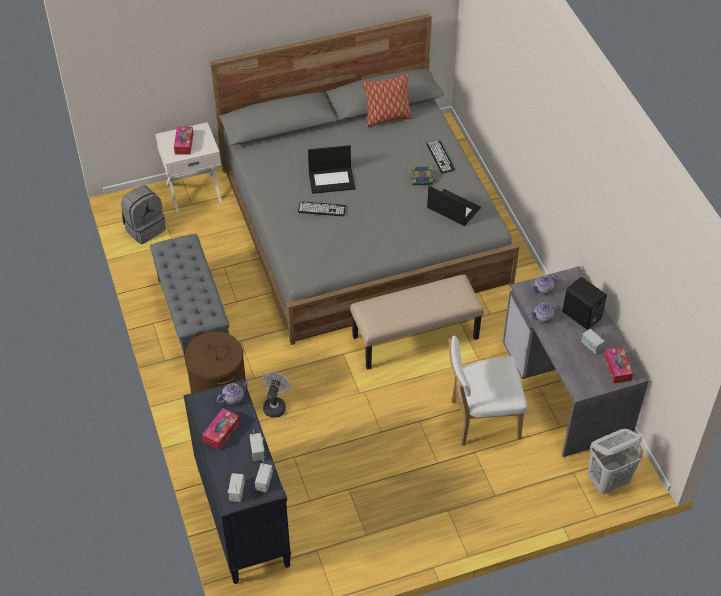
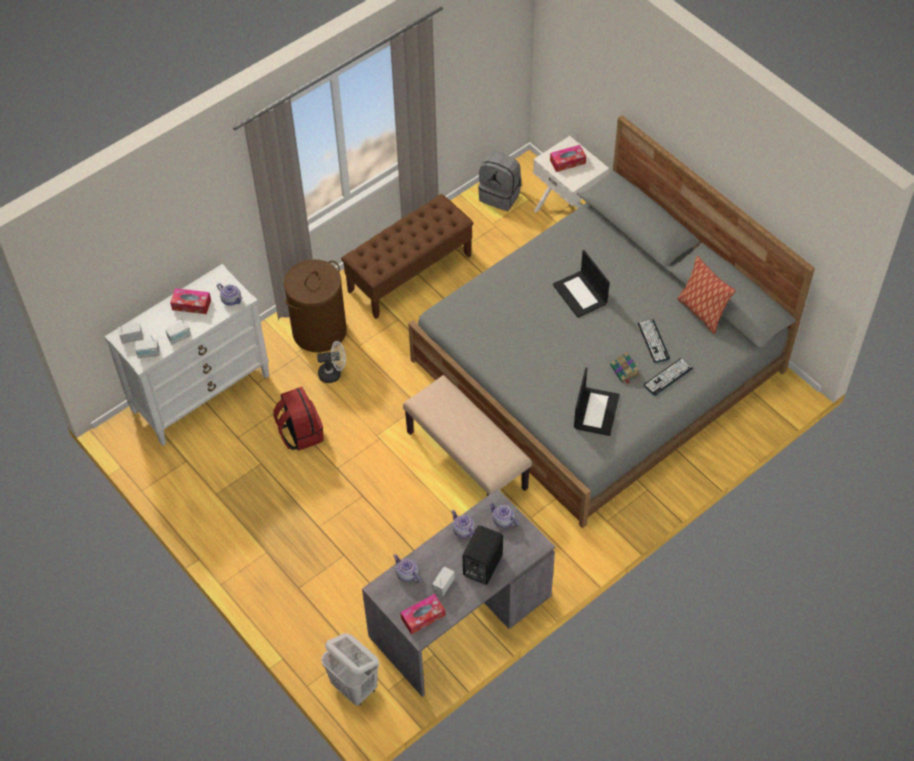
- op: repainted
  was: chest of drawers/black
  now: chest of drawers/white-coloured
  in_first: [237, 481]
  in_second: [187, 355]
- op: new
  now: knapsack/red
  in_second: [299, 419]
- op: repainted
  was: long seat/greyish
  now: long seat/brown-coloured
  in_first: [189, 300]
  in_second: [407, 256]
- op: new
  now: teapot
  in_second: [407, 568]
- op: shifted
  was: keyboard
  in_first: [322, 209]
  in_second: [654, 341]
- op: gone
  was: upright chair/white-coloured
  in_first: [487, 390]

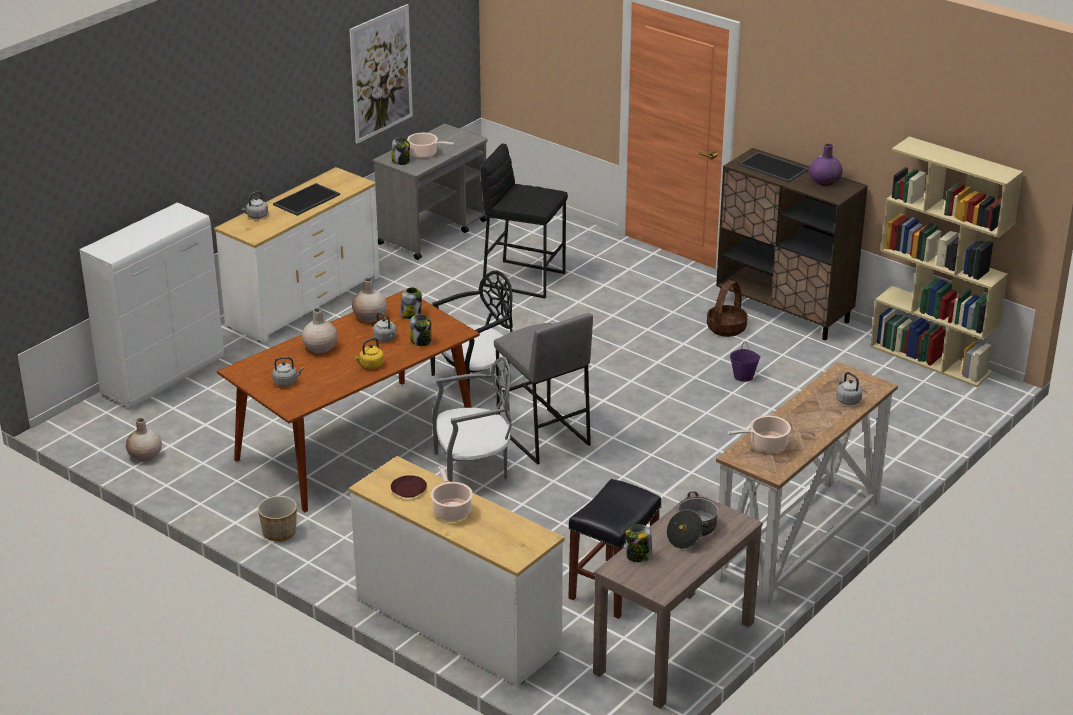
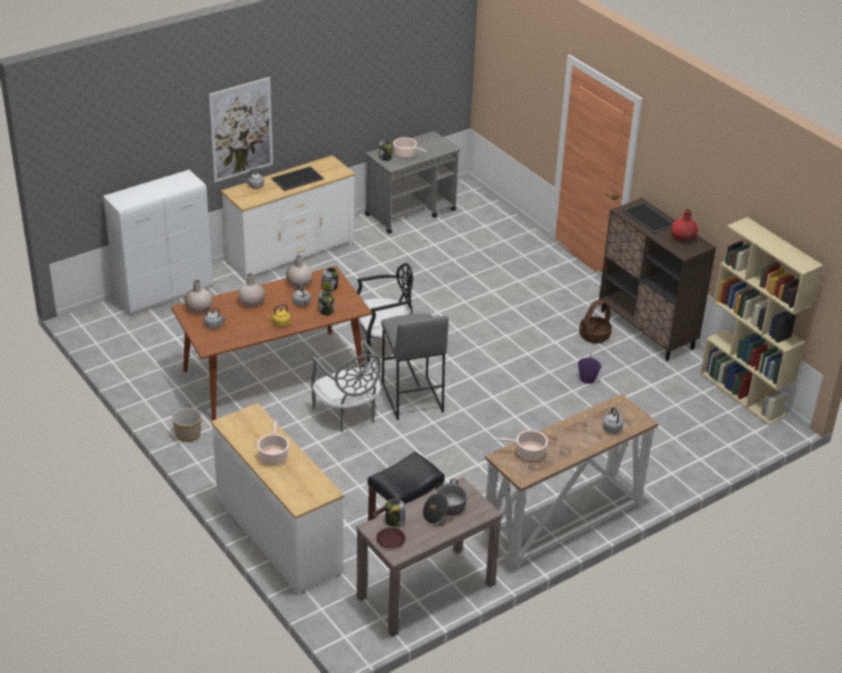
- op: shifted
  was: flower vase/beige-coloured
  in_first: [144, 440]
  in_second: [198, 296]
- op: shifted
  was: wall picture
  in_first: [381, 74]
  in_second: [241, 130]
- op: rotated
  was: upright chair/greyish
  in_first: [472, 419]
  in_second: [346, 387]
  clockwise: 60
- op: shifted
  was: flat dish/brown-coloured
  in_first: [409, 486]
  in_second: [390, 538]
- op: repainted
  was: flower vase/purplish
  now: flower vase/red
  in_first: [826, 165]
  in_second: [684, 225]
- op: gone
  was: stool/black
  in_first: [524, 221]

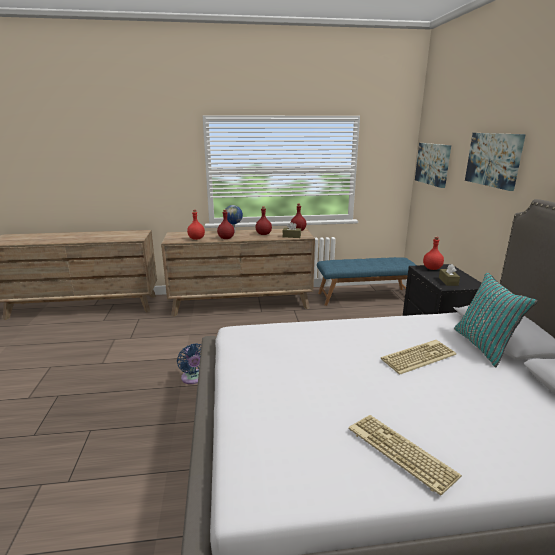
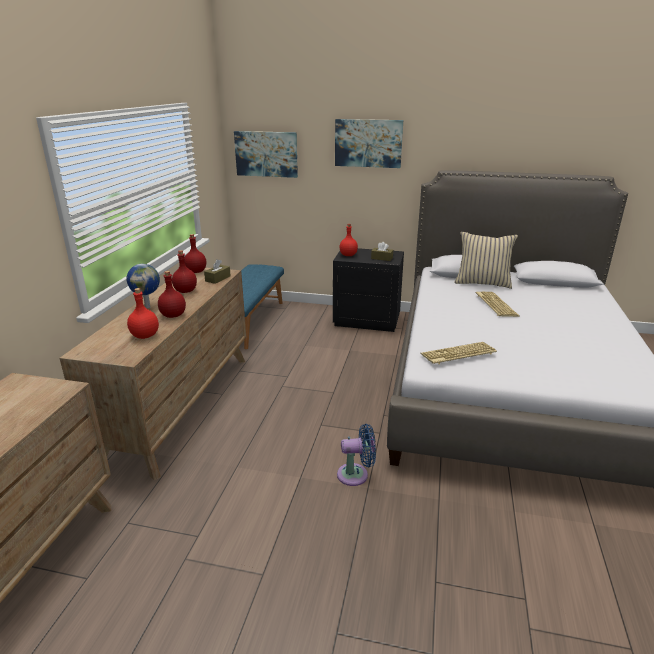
- op: shifted
  was: keyboard
  in_first: [405, 455]
  in_second: [458, 353]
- op: repainted
  was: pillow/blue-green
  now: pillow/beige-coloured
  in_first: [496, 319]
  in_second: [486, 260]

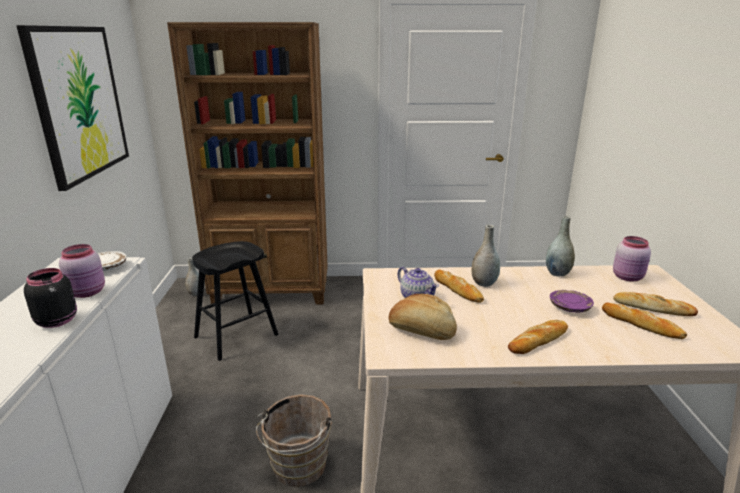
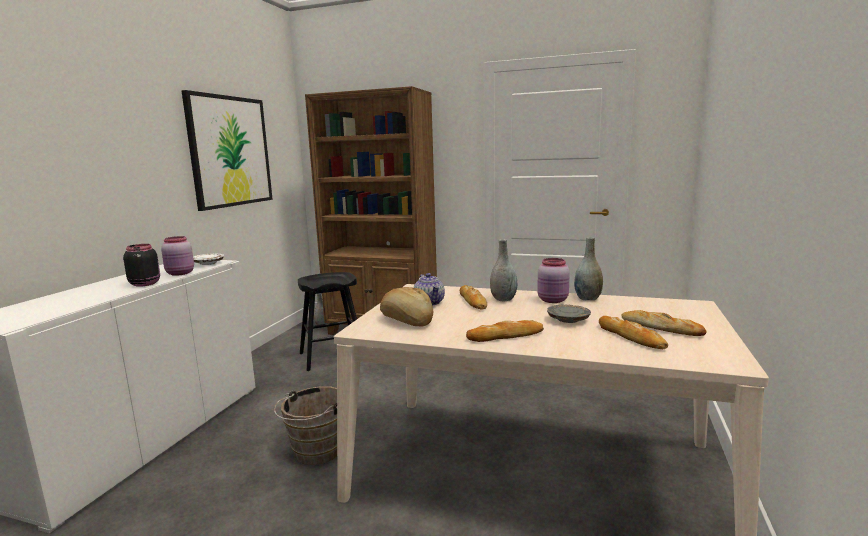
- op: shifted
  was: jar/pink
  in_first: [632, 259]
  in_second: [553, 280]
- op: repainted
  was: flat dish/purplish
  now: flat dish/greyish
  in_first: [572, 301]
  in_second: [569, 314]

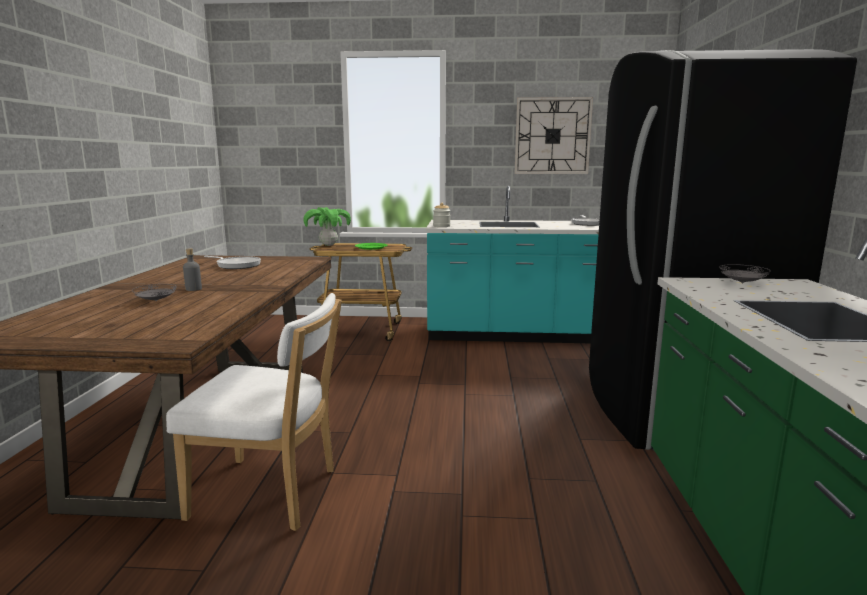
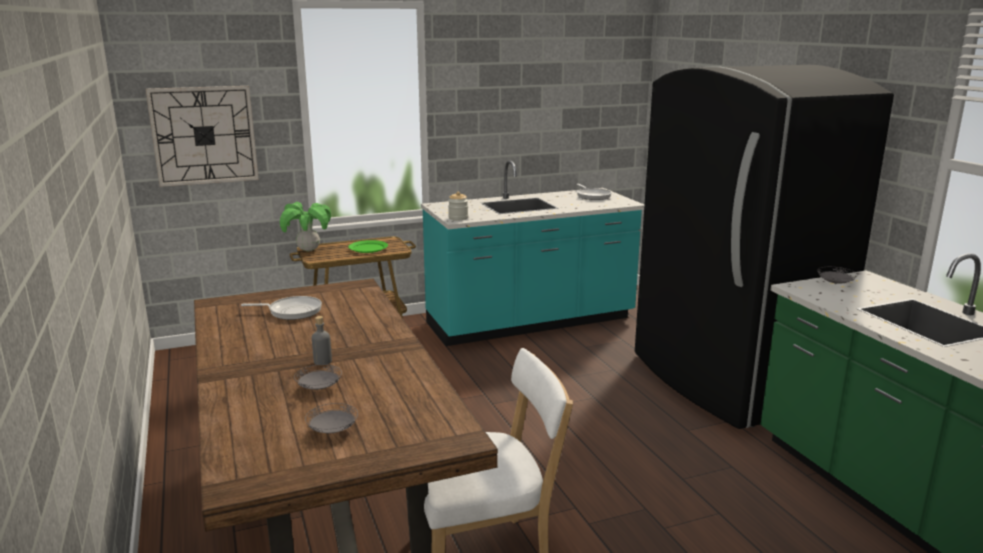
- op: shifted
  was: hanging clock
  in_first: [553, 135]
  in_second: [202, 136]
- op: new
  now: flat dish/greyish
  in_second: [331, 418]

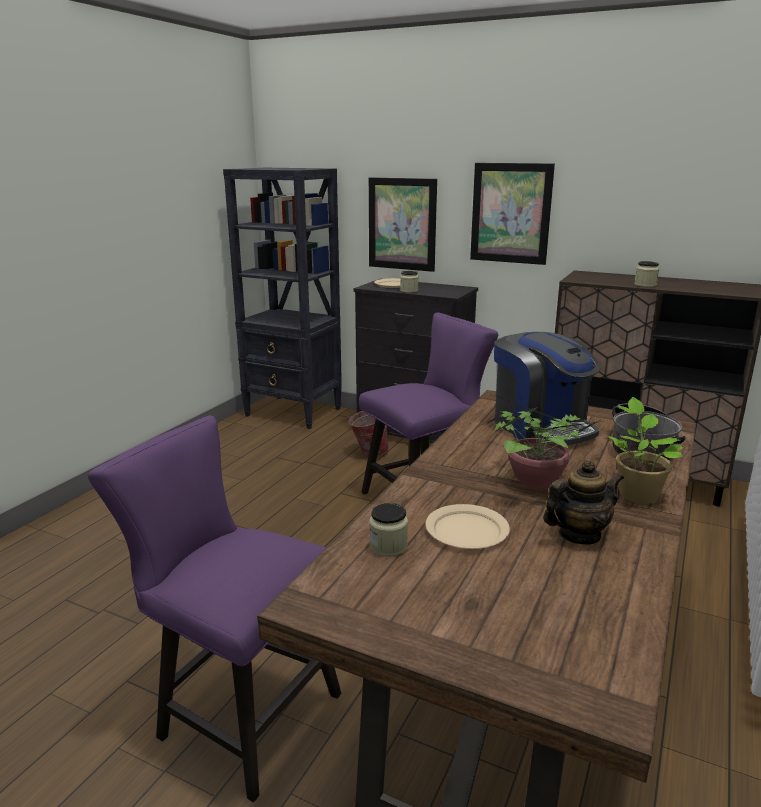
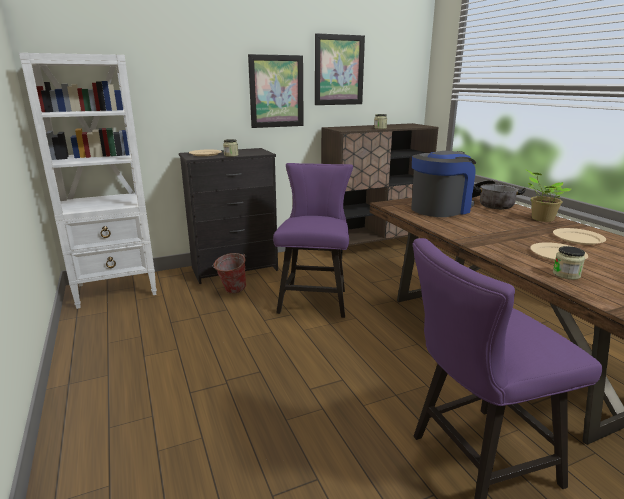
- op: repainted
  was: shelving unit/black
  now: shelving unit/white-coloured
  in_first: [282, 298]
  in_second: [88, 181]
- op: shifted
  was: wall picture
  in_first: [403, 224]
  in_second: [340, 69]
- op: rotated
  was: coffee brewer
  in_first: [547, 389]
  in_second: [443, 184]
  clockwise: -45
- op: swapped
  was: teapot
  now: flat dish/beige-coloured
  in_first: [583, 502]
  in_second: [579, 236]
- op: gone
  was: houseplant
  in_first: [547, 441]

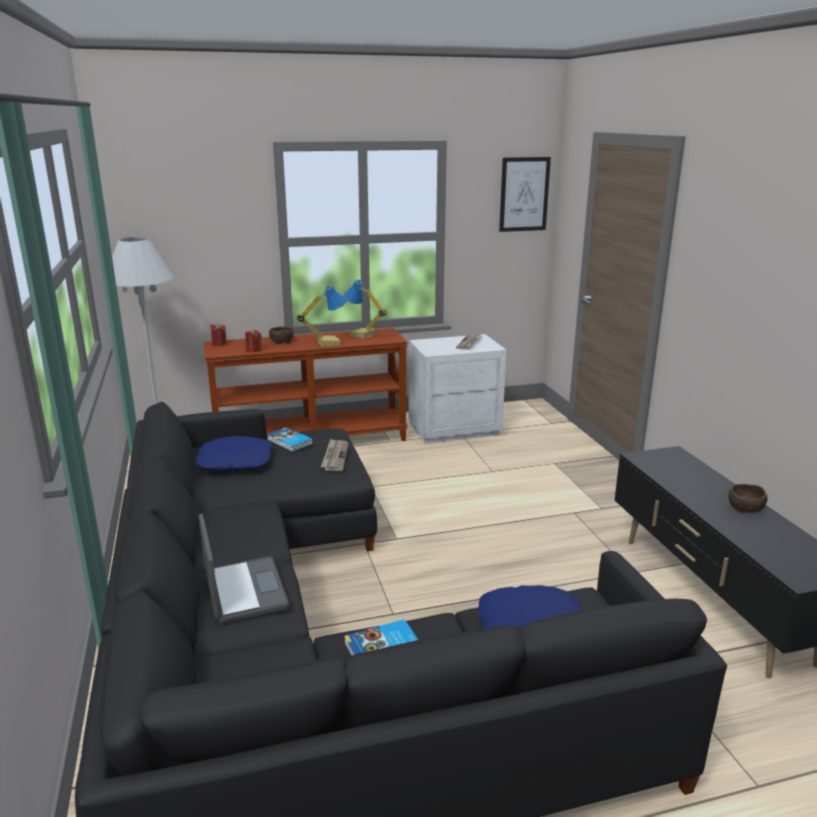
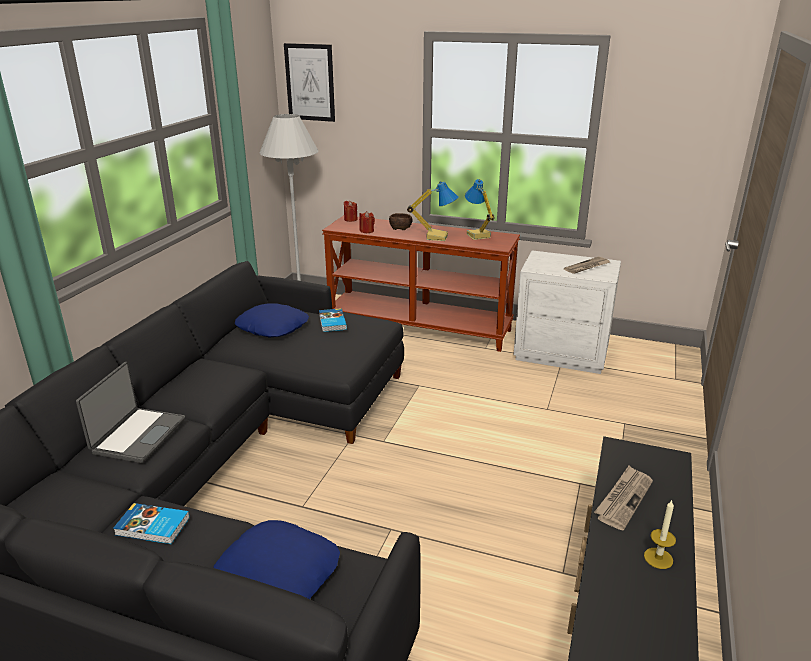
- op: shifted
  was: wall picture
  in_first: [525, 194]
  in_second: [309, 82]
- op: shifted
  was: printed paper
  in_first: [334, 455]
  in_second: [623, 498]
- op: swapped
  was: deep dish/brown-coloured
  now: wax light
  in_first: [747, 498]
  in_second: [660, 534]

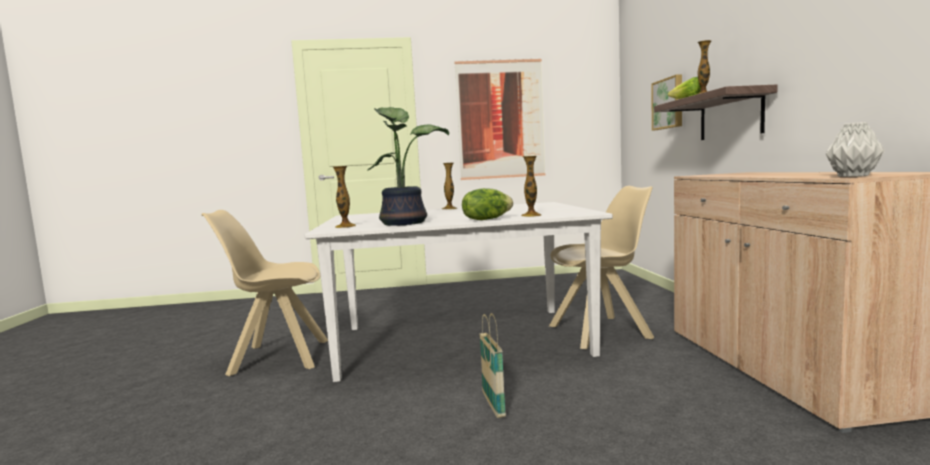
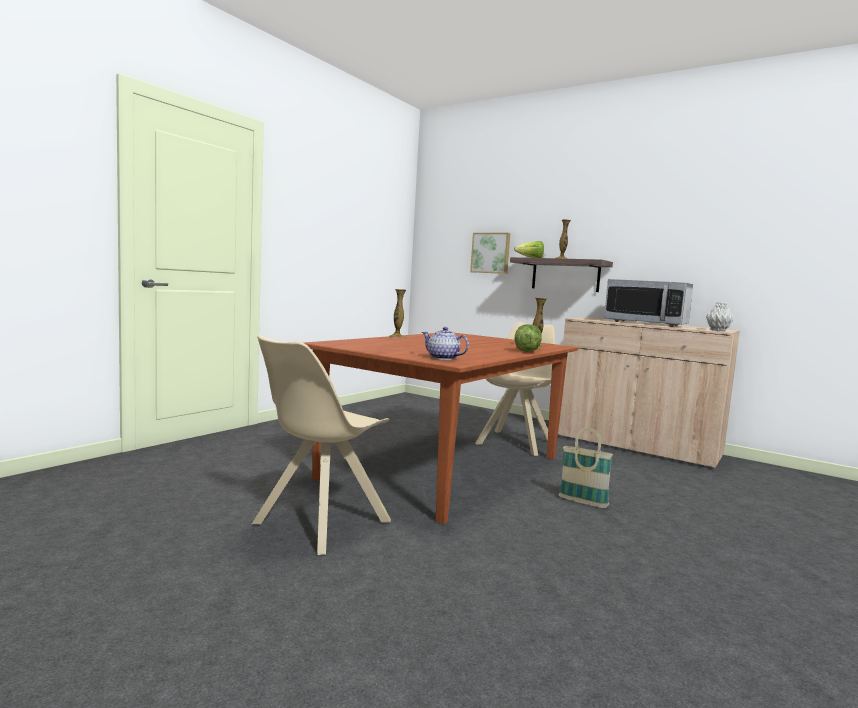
- op: repainted
  was: dining table/white-coloured
  now: dining table/brown-coloured
  in_first: [459, 292]
  in_second: [440, 428]
- op: swapped
  was: flower vase
  now: teapot
  in_first: [344, 197]
  in_second: [445, 343]
- op: new
  now: microwave oven
  in_second: [648, 303]
- op: gone
  was: houseplant
  in_first: [408, 166]
- op: gone
  was: wall picture
  in_first: [499, 119]

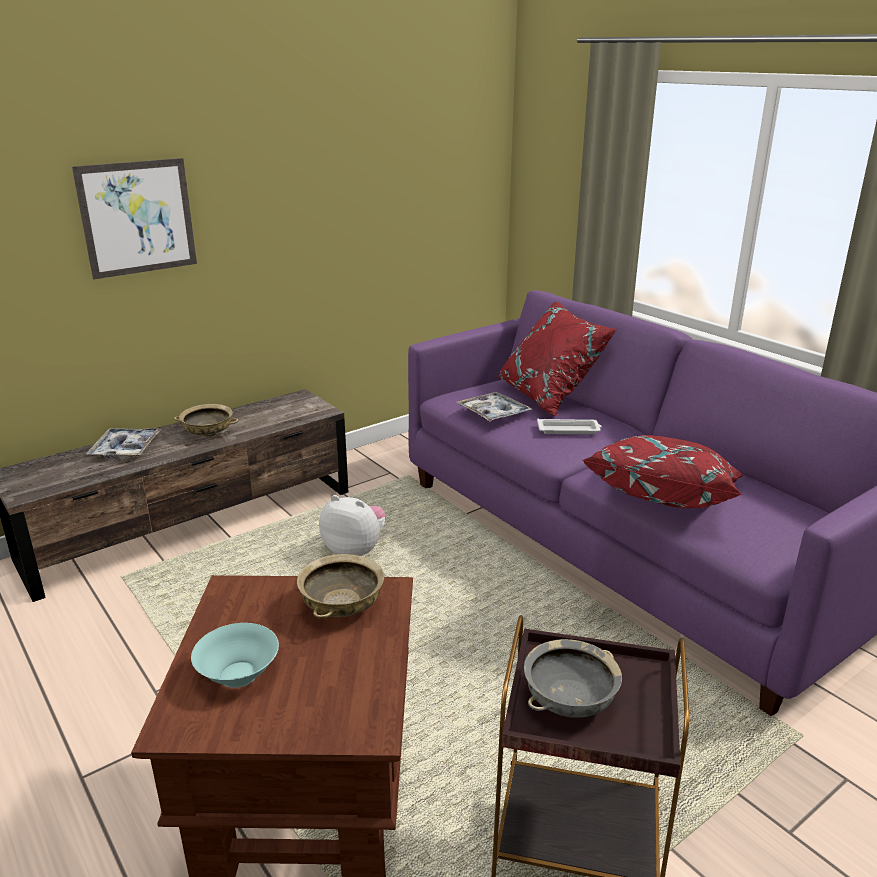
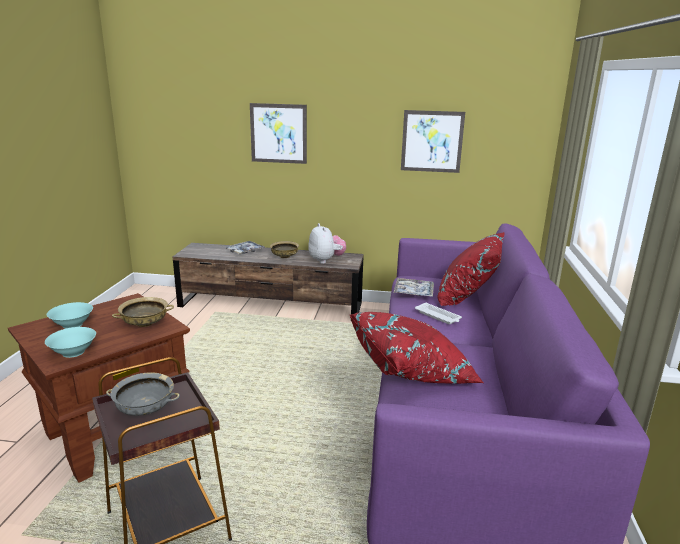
- op: new
  now: deep dish/blue-green
  in_second: [70, 342]
- op: shifted
  was: plush toy
  in_first: [352, 525]
  in_second: [327, 243]
- op: new
  now: wall picture
  in_second: [433, 141]

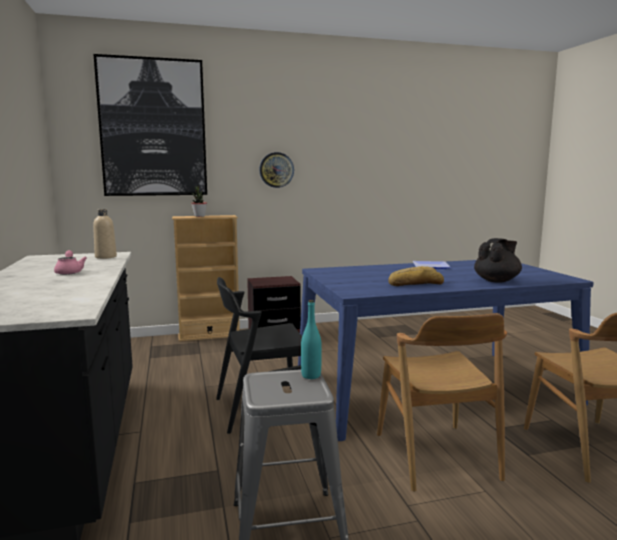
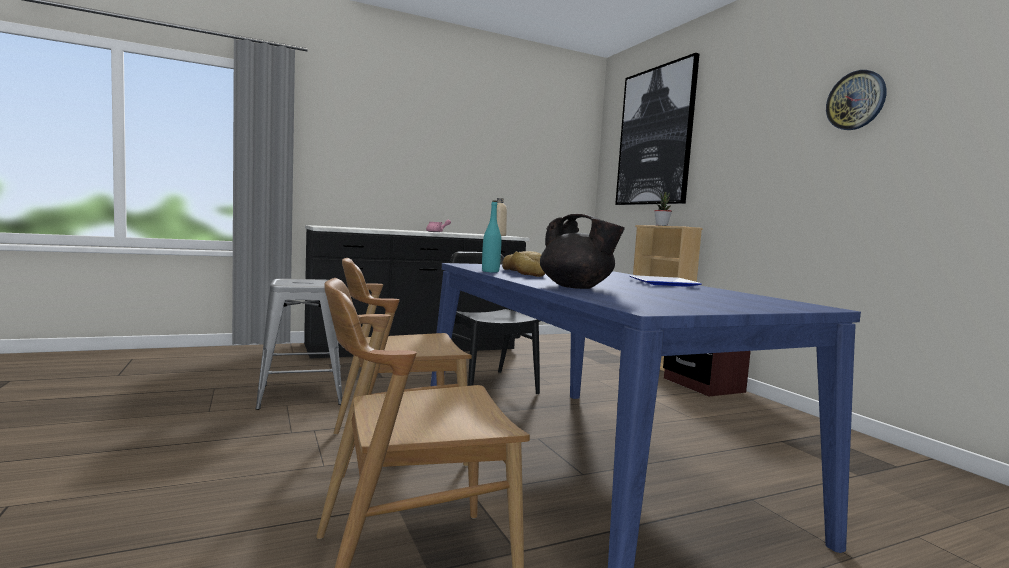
- op: shifted
  was: bottle/blue-green
  in_first: [311, 339]
  in_second: [491, 236]
- op: shifted
  was: hanging clock
  in_first: [276, 170]
  in_second: [856, 100]

